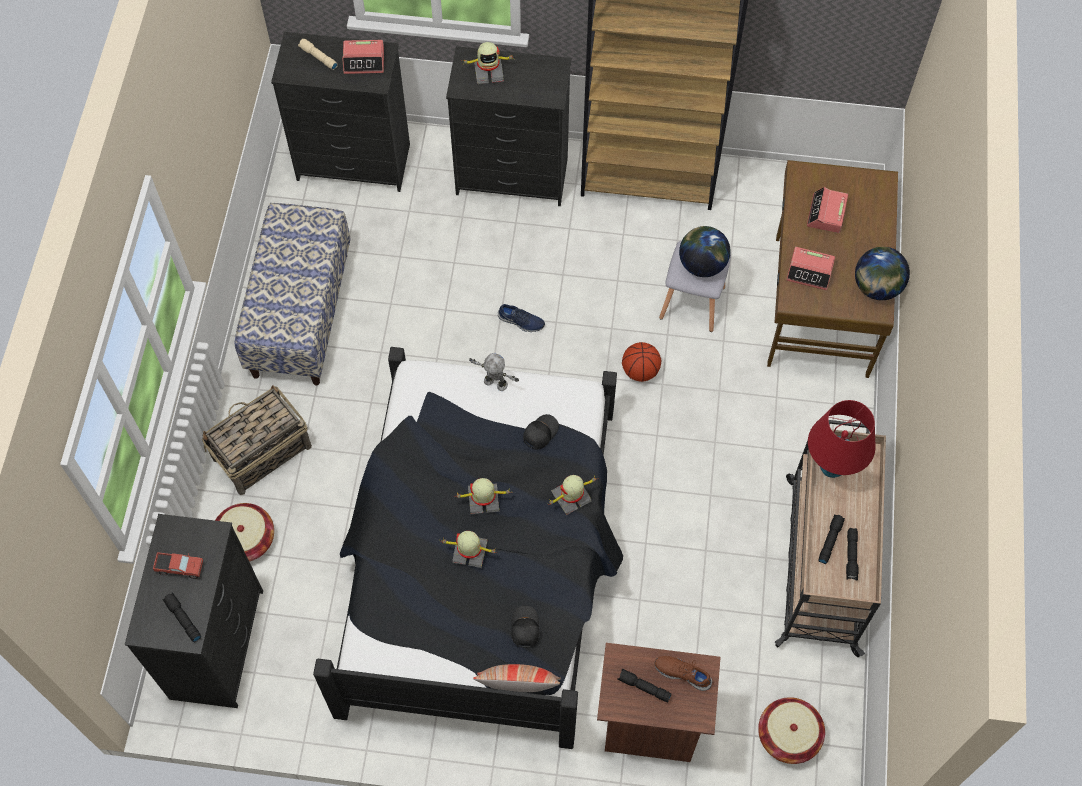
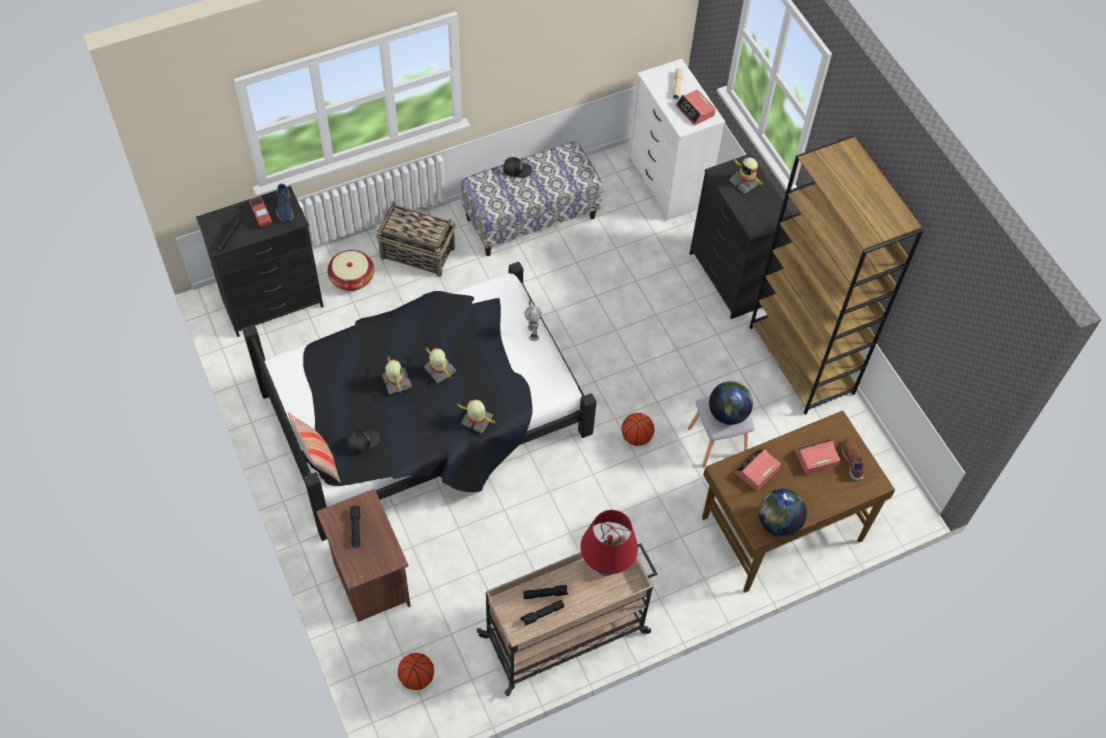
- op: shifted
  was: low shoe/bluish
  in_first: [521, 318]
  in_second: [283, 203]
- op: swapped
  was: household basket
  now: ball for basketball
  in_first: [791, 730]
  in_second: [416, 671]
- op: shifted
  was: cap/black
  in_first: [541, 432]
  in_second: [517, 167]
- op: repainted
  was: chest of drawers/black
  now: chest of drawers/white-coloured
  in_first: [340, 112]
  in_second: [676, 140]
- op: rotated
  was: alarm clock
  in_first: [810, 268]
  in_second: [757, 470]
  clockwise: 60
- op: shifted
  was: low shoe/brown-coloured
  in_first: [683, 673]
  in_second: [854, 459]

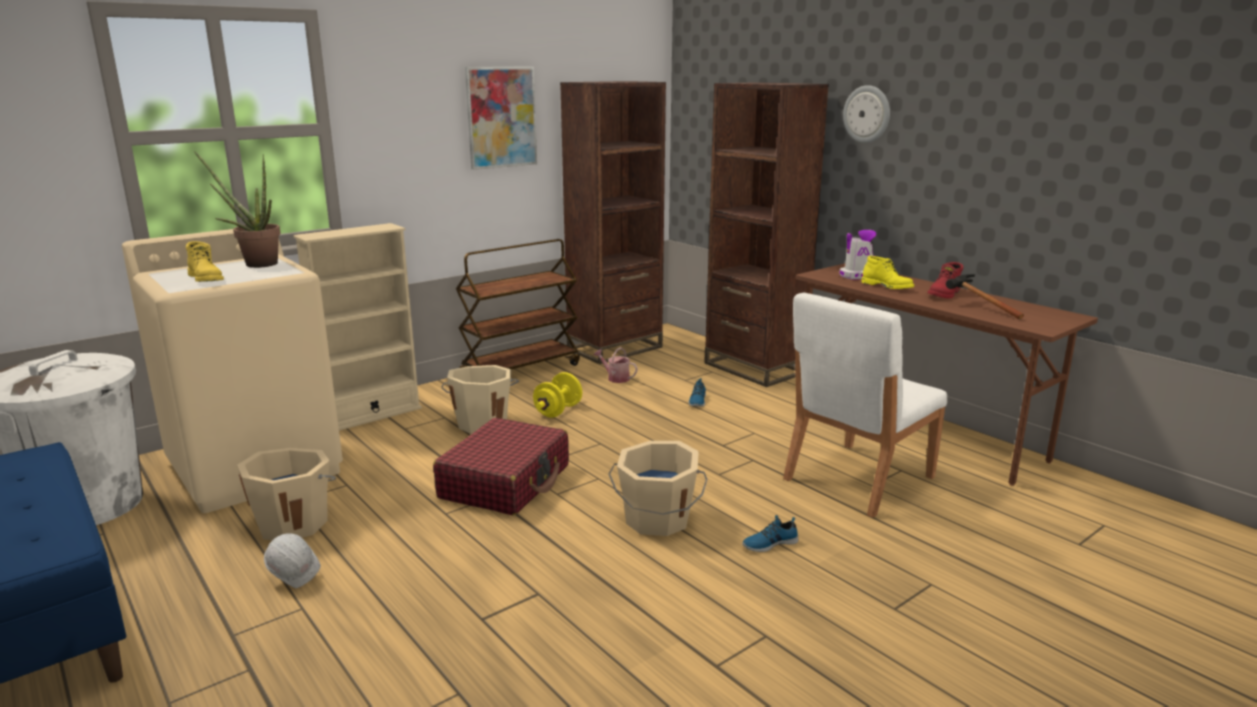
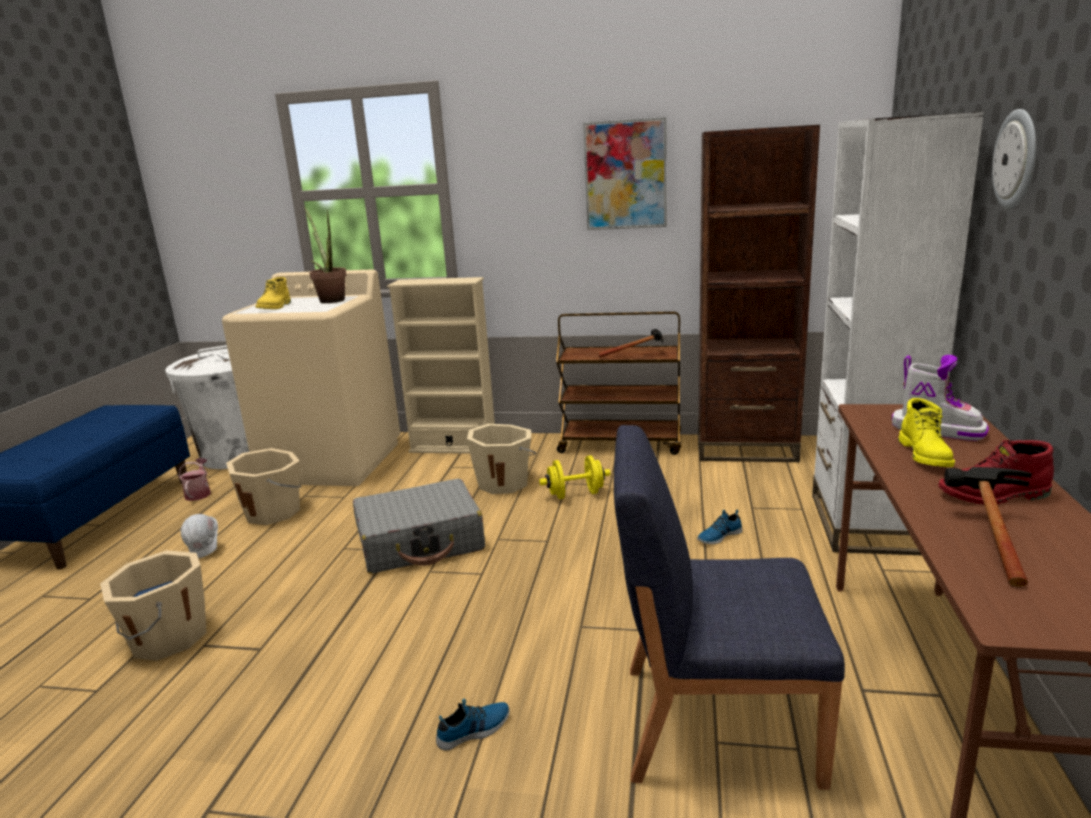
- op: shifted
  was: pail/beige-coloured
  in_first: [658, 488]
  in_second: [153, 605]
- op: shifted
  was: watering pot
  in_first: [616, 365]
  in_second: [194, 479]
- op: repainted
  was: piece of luggage/red
  now: piece of luggage/greyish
  in_first: [501, 466]
  in_second: [419, 526]
- op: rotated
  was: low shoe
  in_first: [770, 533]
  in_second: [473, 724]
  clockwise: 120
- op: new
  now: hand hammer
  in_second: [631, 343]
- op: repainted
  was: upright chair/white-coloured
  now: upright chair/bluish
  in_first: [865, 405]
  in_second: [729, 607]
- op: repainted
  was: shelving unit/brown-coloured
  now: shelving unit/white-coloured
  in_first: [766, 234]
  in_second: [898, 333]

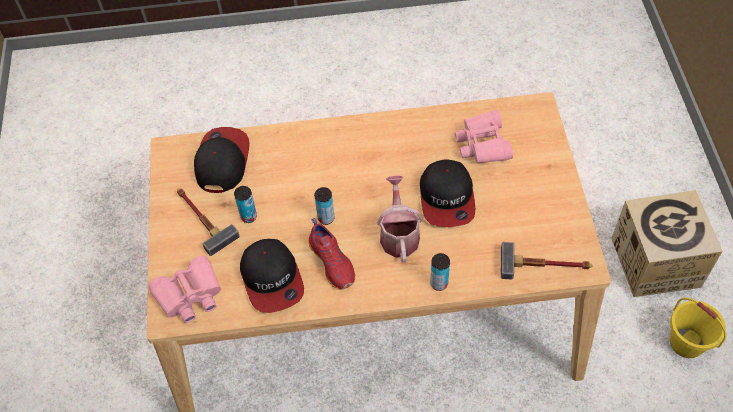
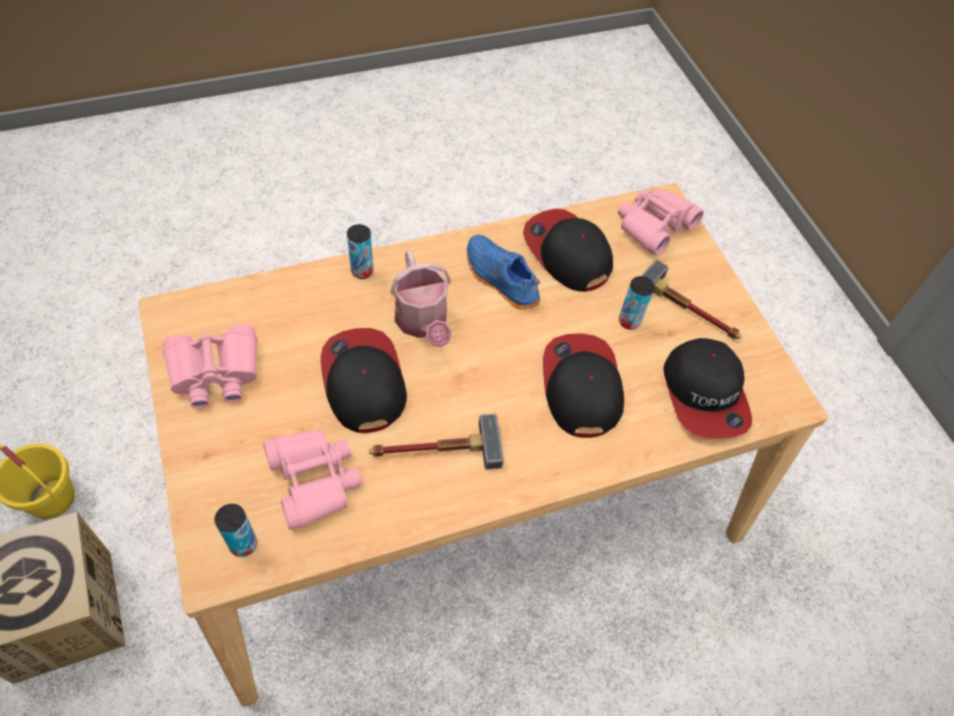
- op: new
  now: field glasses/pink
  in_second: [210, 366]
- op: shifted
  was: sealed can
  in_first: [324, 206]
  in_second: [236, 530]
- op: shifted
  was: hand hammer
  in_first: [546, 261]
  in_second: [436, 442]
- op: repainted
  was: low shoe/red
  now: low shoe/bluish
  in_first: [331, 254]
  in_second: [503, 272]
- op: new
  now: cap
  in_second: [583, 385]

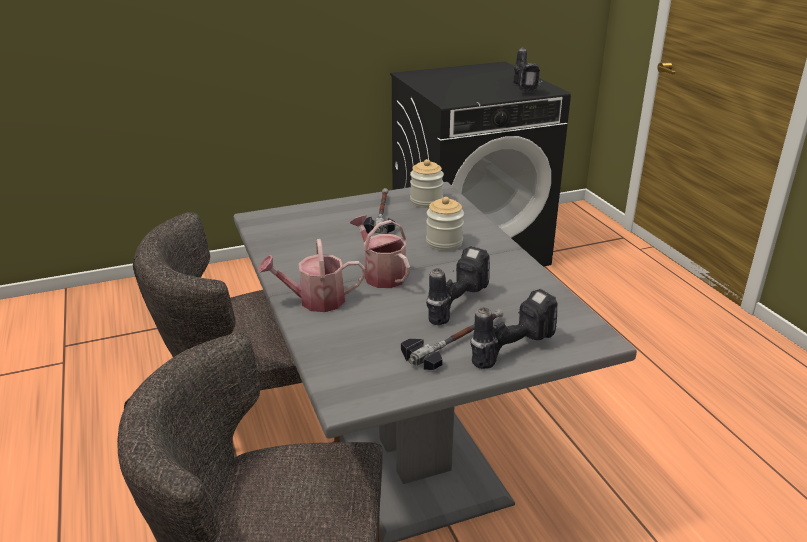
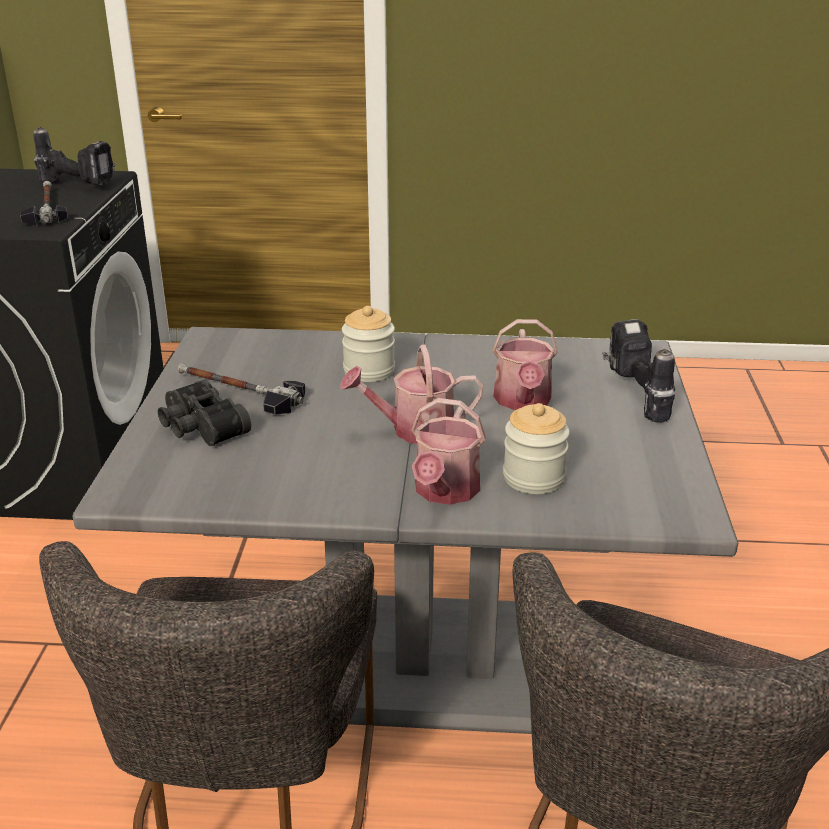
- op: shifted
  was: hand hammer
  in_first: [452, 339]
  in_second: [44, 203]
- op: new
  now: field glasses/black
  in_second: [204, 412]
- op: swapped
  was: electric drill
  now: watering pot
  in_first: [458, 285]
  in_second: [525, 364]
- op: shifted
  was: jar
  in_first: [427, 183]
  in_second: [536, 448]

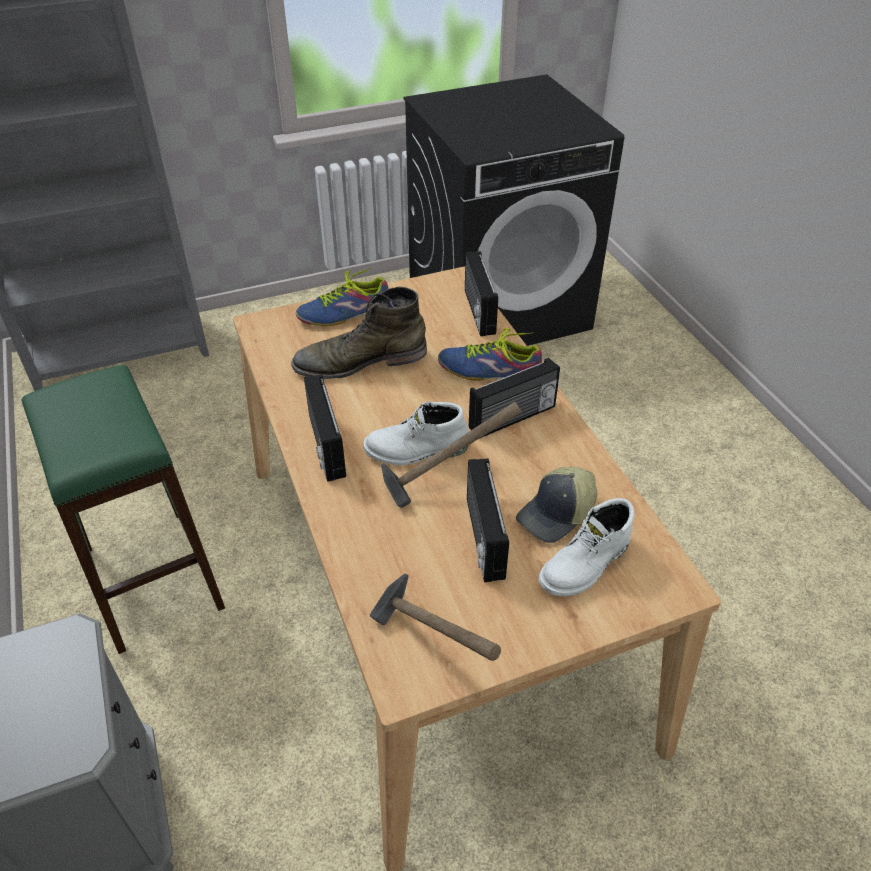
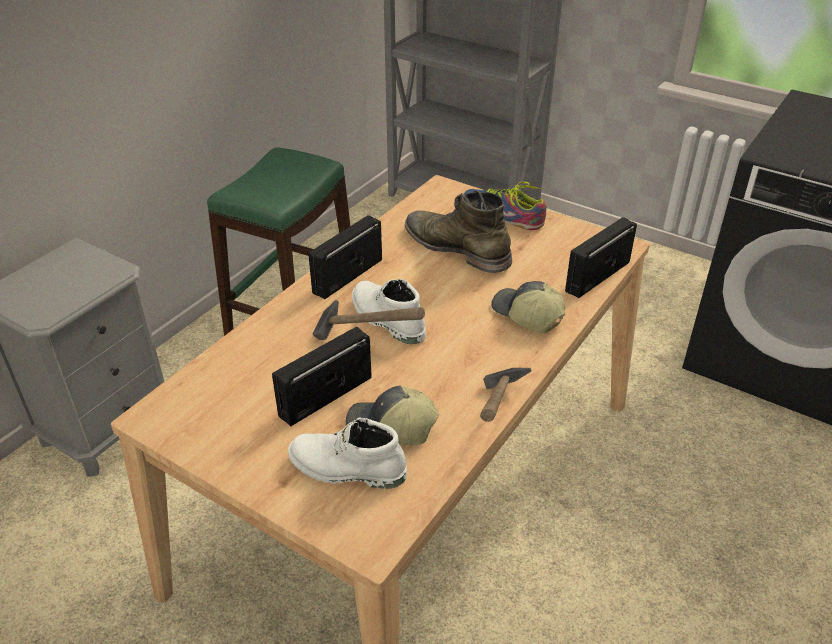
- op: shifted
  was: hand hammer
  in_first: [435, 617]
  in_second: [506, 395]
- op: swapped
  was: low shoe
  now: cap
  in_first: [490, 354]
  in_second: [528, 307]
- op: gone
  was: radio set
  in_first: [514, 398]

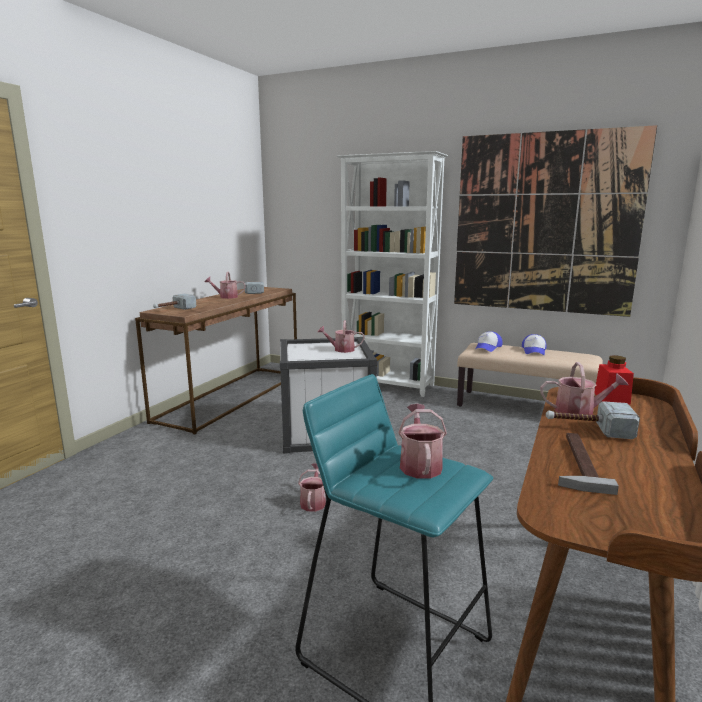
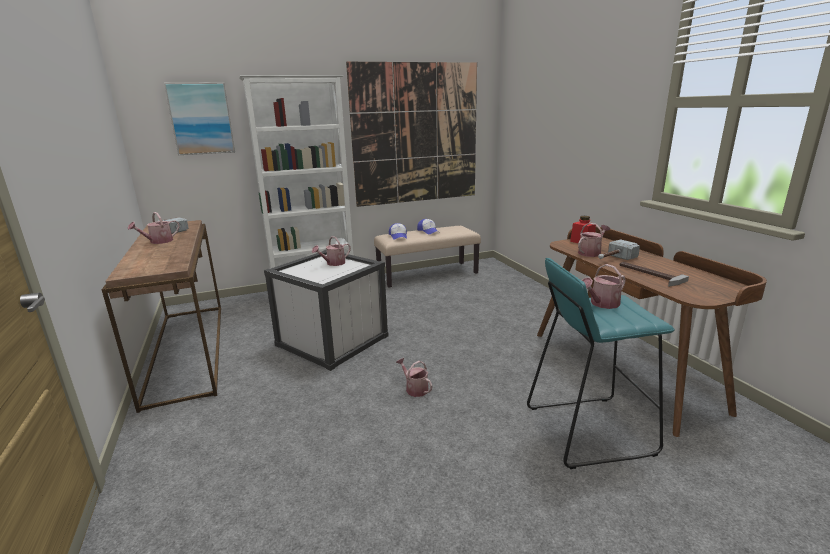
- op: new
  now: wall picture
  in_second: [199, 118]
- op: rotated
  was: watering pot
  in_first: [422, 441]
  in_second: [604, 286]
  clockwise: -75
- op: gone
  was: hand hammer
  in_first: [174, 302]

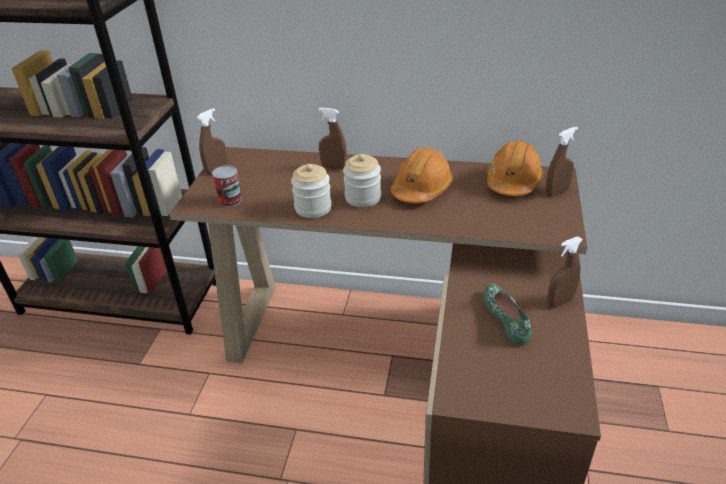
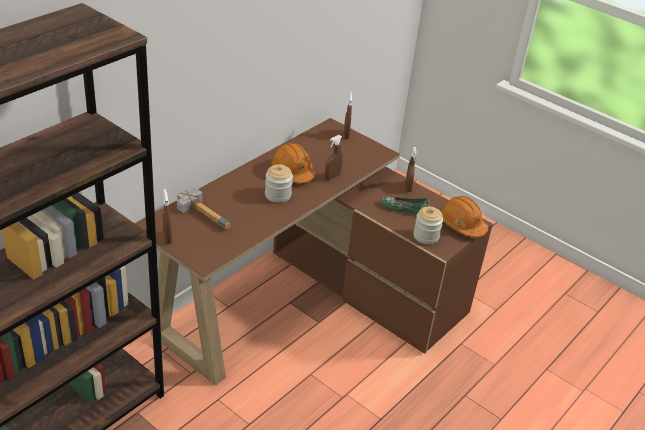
- op: new
  now: hand hammer
  in_second: [203, 208]
- op: shifted
  was: sprayer/brown-coloured
  in_first: [333, 139]
  in_second: [334, 157]
- op: shifted
  was: jar
  in_first: [311, 191]
  in_second: [428, 225]
- op: shifted
  was: work helmet/orange-coloured
  in_first: [515, 168]
  in_second: [464, 216]
- op: gone
  was: sealed can
  in_first: [227, 186]

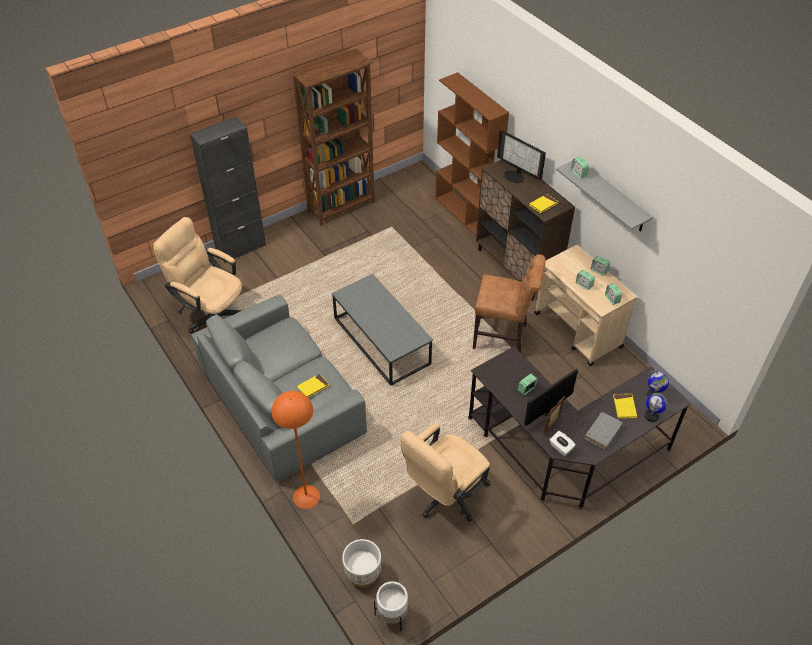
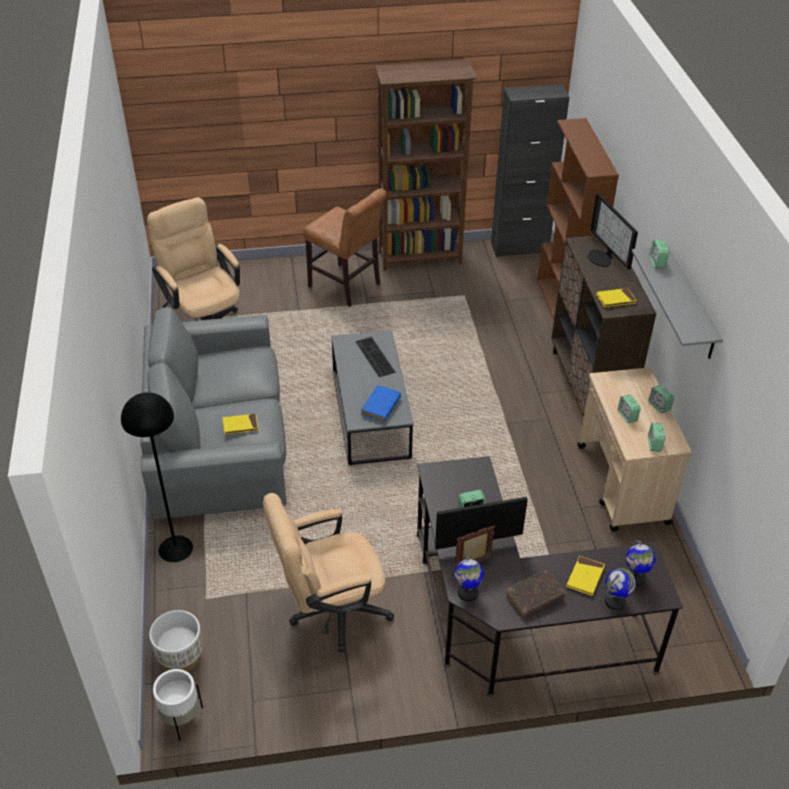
- op: repainted
  was: standing lamp/orange-coloured
  now: standing lamp/black
  in_first: [295, 450]
  in_second: [157, 477]
- op: shifted
  was: upright chair/brown-coloured
  in_first: [509, 303]
  in_second: [345, 247]
- op: new
  now: keyboard
  in_second: [376, 357]
- op: new
  now: bound book/bluish
  in_second: [381, 404]
- op: swapped
  was: tissue box/white-coloured
  now: world globe
  in_first: [563, 443]
  in_second: [469, 578]
- op: shifted
  was: cupboard/black
  in_first: [228, 189]
  in_second: [530, 170]
- op: repainted
  was: bound book/greyish
  now: bound book/brown-coloured
  in_first: [604, 430]
  in_second: [536, 593]

